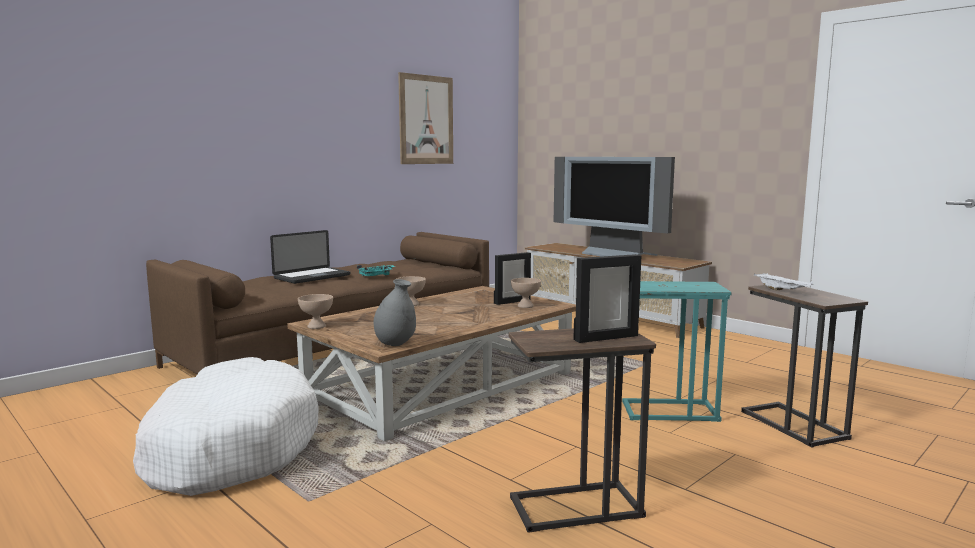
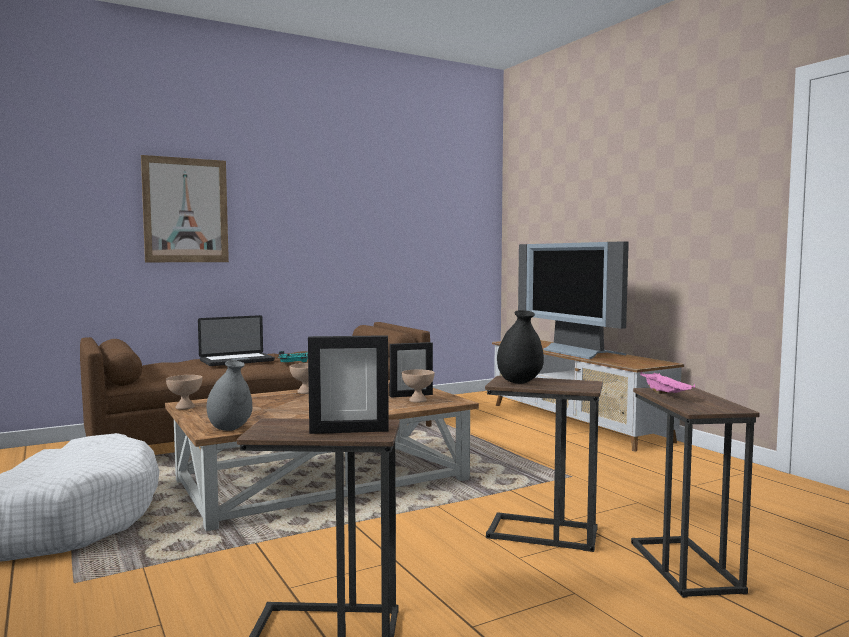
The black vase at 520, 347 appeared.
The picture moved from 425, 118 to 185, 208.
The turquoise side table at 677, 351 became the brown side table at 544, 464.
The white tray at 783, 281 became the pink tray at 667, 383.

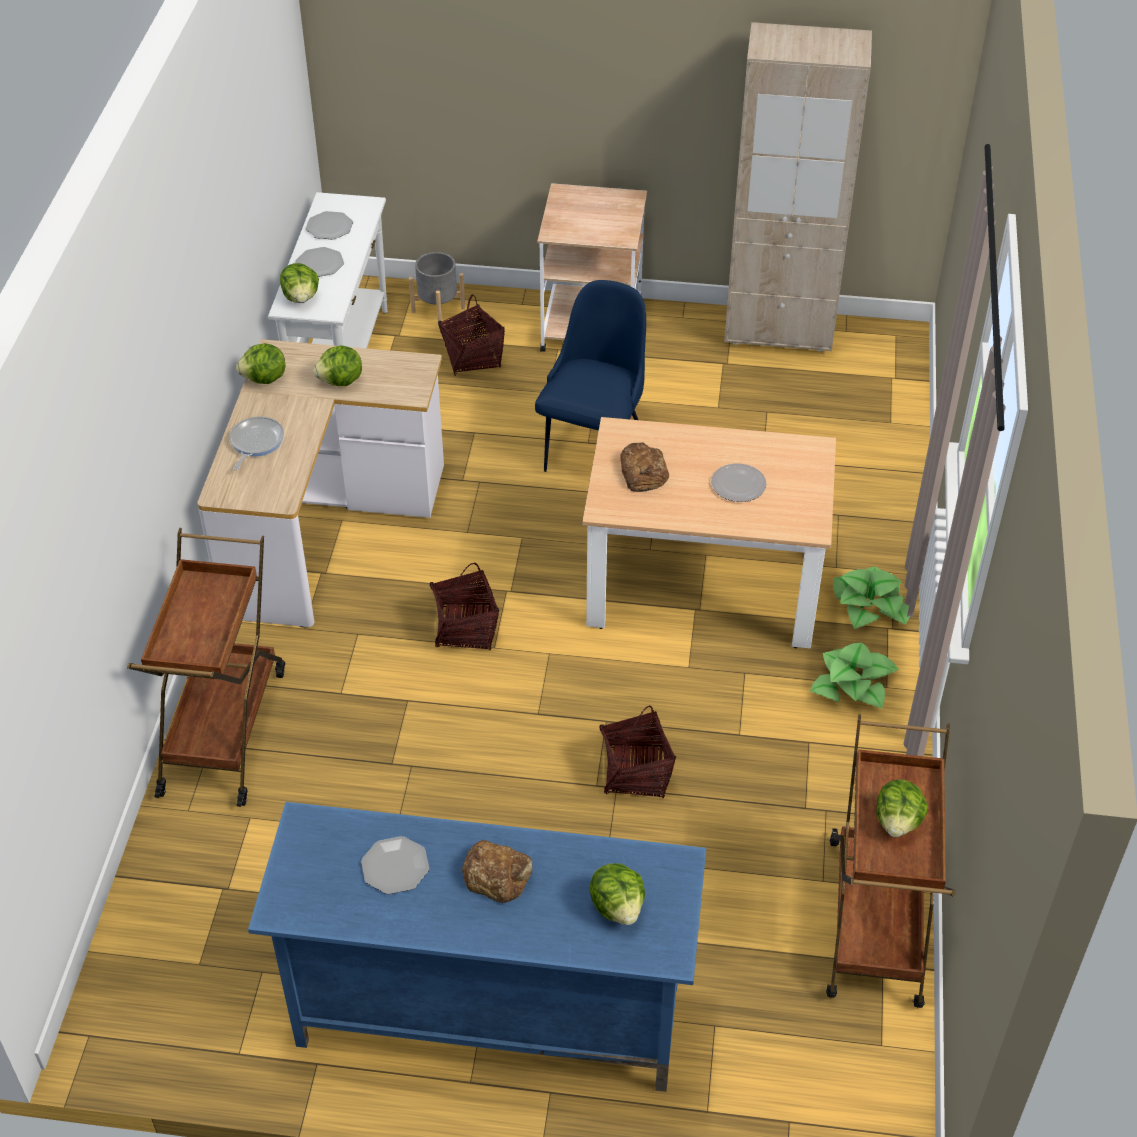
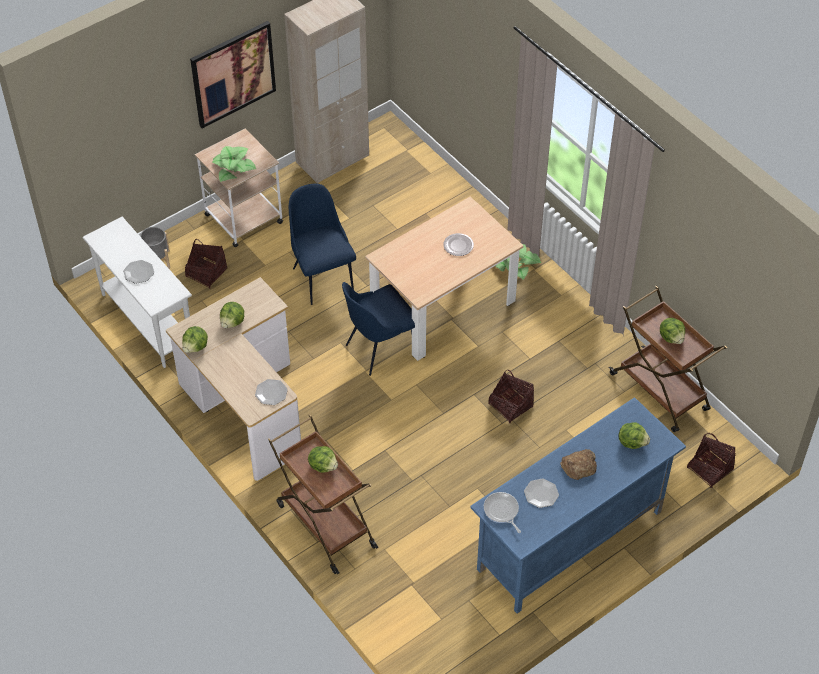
The bread at 644, 467 disappeared.
The picture at 233, 74 appeared.
The blue chair at 378, 329 appeared.
The frying pan moved from 256, 443 to 502, 512.
The lettuce moved from 299, 283 to 323, 459.
The plate moved from 329, 225 to 271, 392.
The basket moved from 464, 607 to 711, 460.
The potted plant moved from 854, 676 to 234, 164.

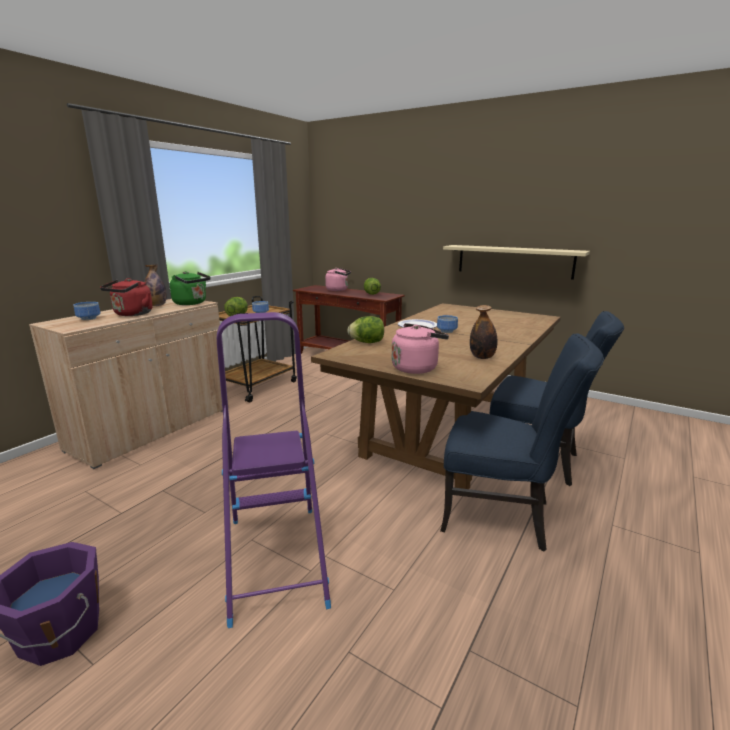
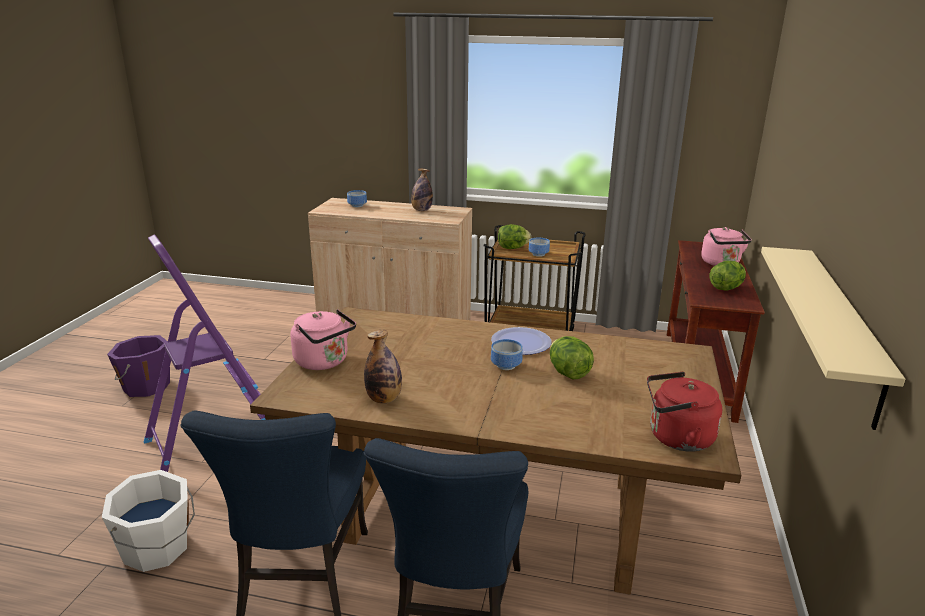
The green kettle at 190, 288 disappeared.
The white bucket at 148, 521 appeared.
The red kettle moved from 126, 297 to 684, 412.
The lettuce moved from 365, 329 to 572, 357.

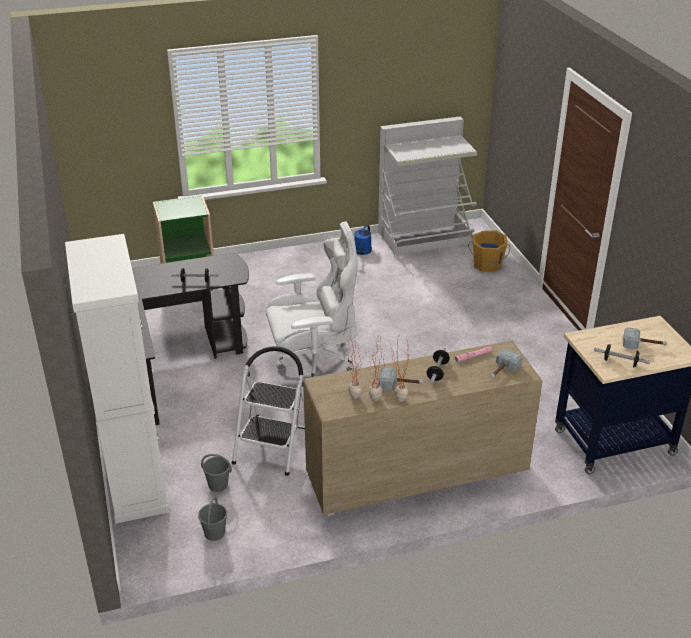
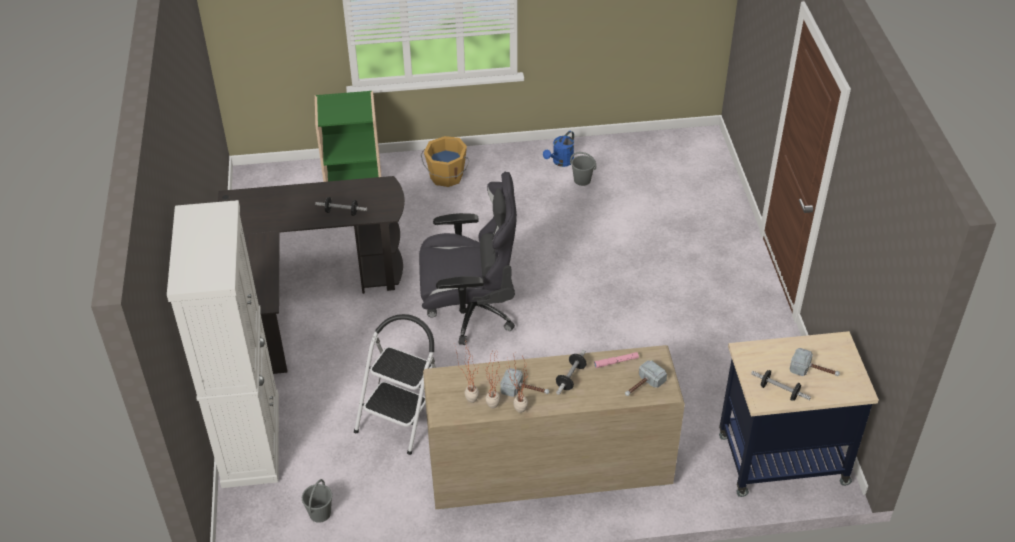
The white shoe rack at 427, 187 disappeared.
The grey bucket moved from 216, 473 to 583, 169.
The orange bucket moved from 489, 251 to 445, 161.
The white office chair at 311, 299 became the black office chair at 468, 258.

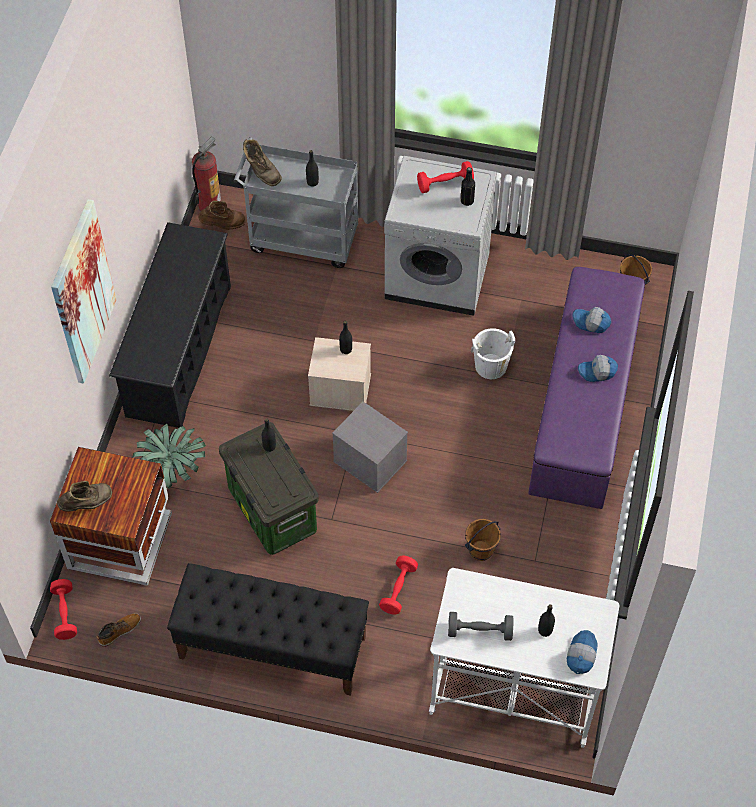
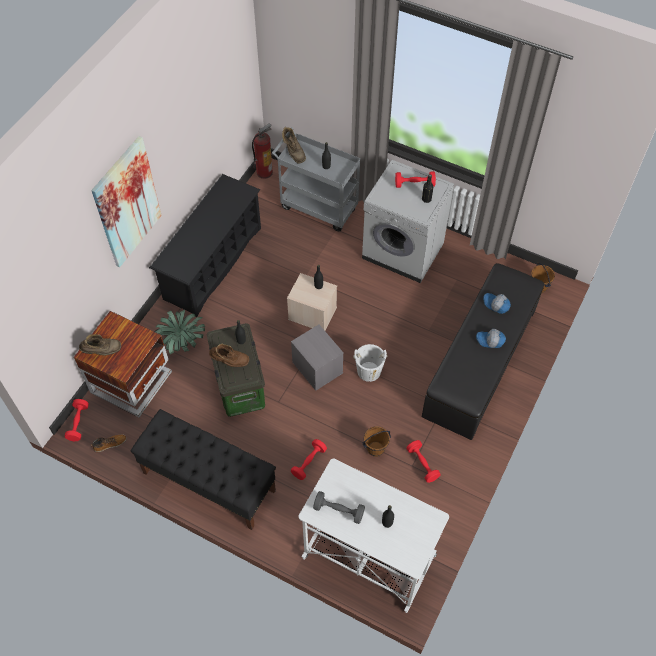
The cap at 582, 652 disappeared.
The red dumbbell at 423, 461 appeared.
The brown boot moved from 222, 215 to 229, 355.
The white bucket moved from 493, 353 to 370, 363.
The purple bench at 586, 388 became the black bench at 483, 351.

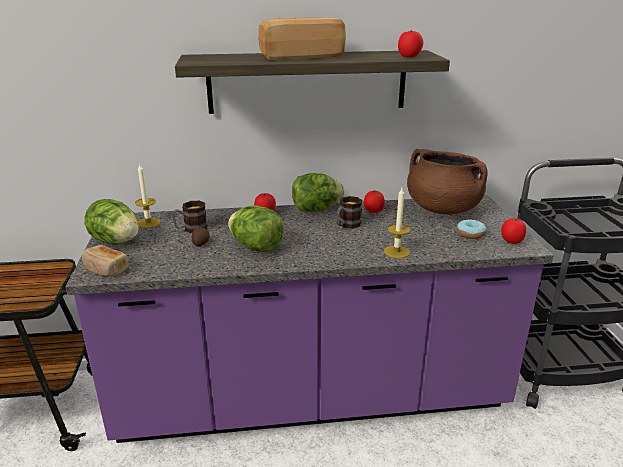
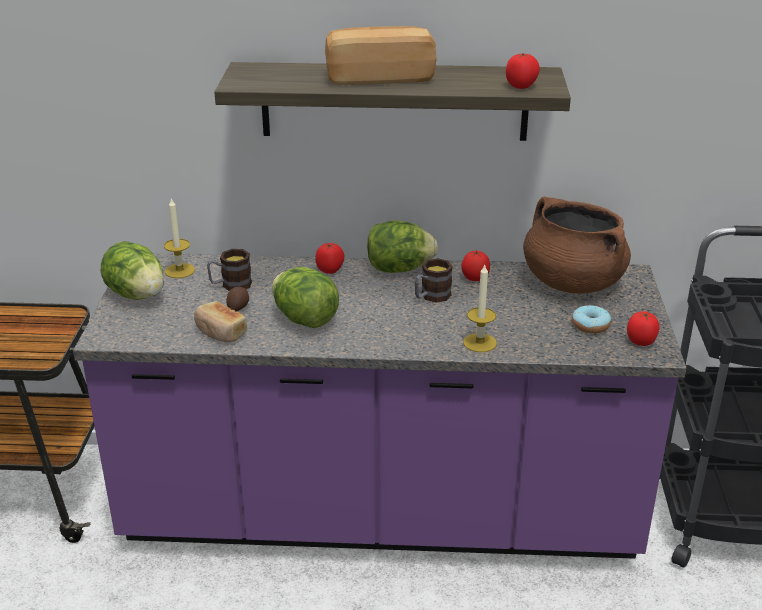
The bread moved from 105, 261 to 220, 321.

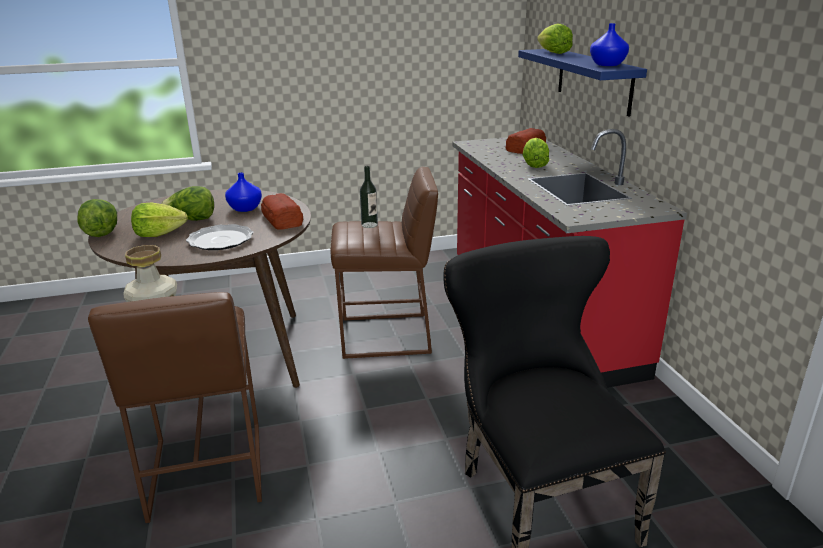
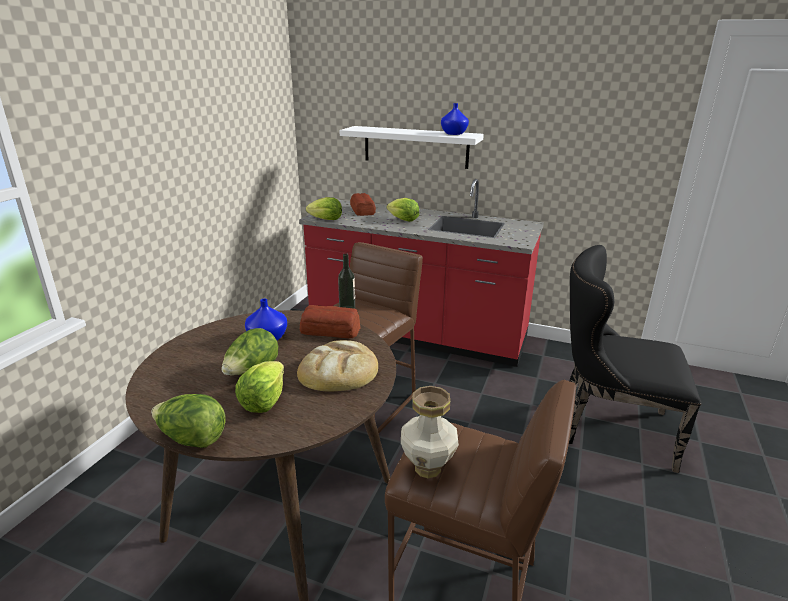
The lettuce moved from 555, 39 to 324, 208.
The plate at 220, 237 was replaced by the bread at 337, 366.
The blue shelf at 582, 82 became the white shelf at 411, 147.

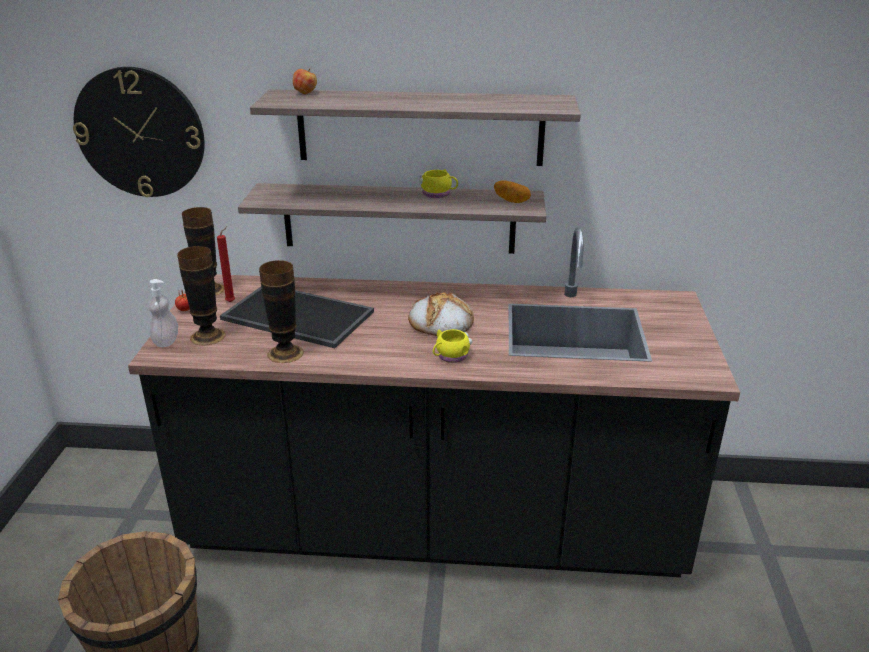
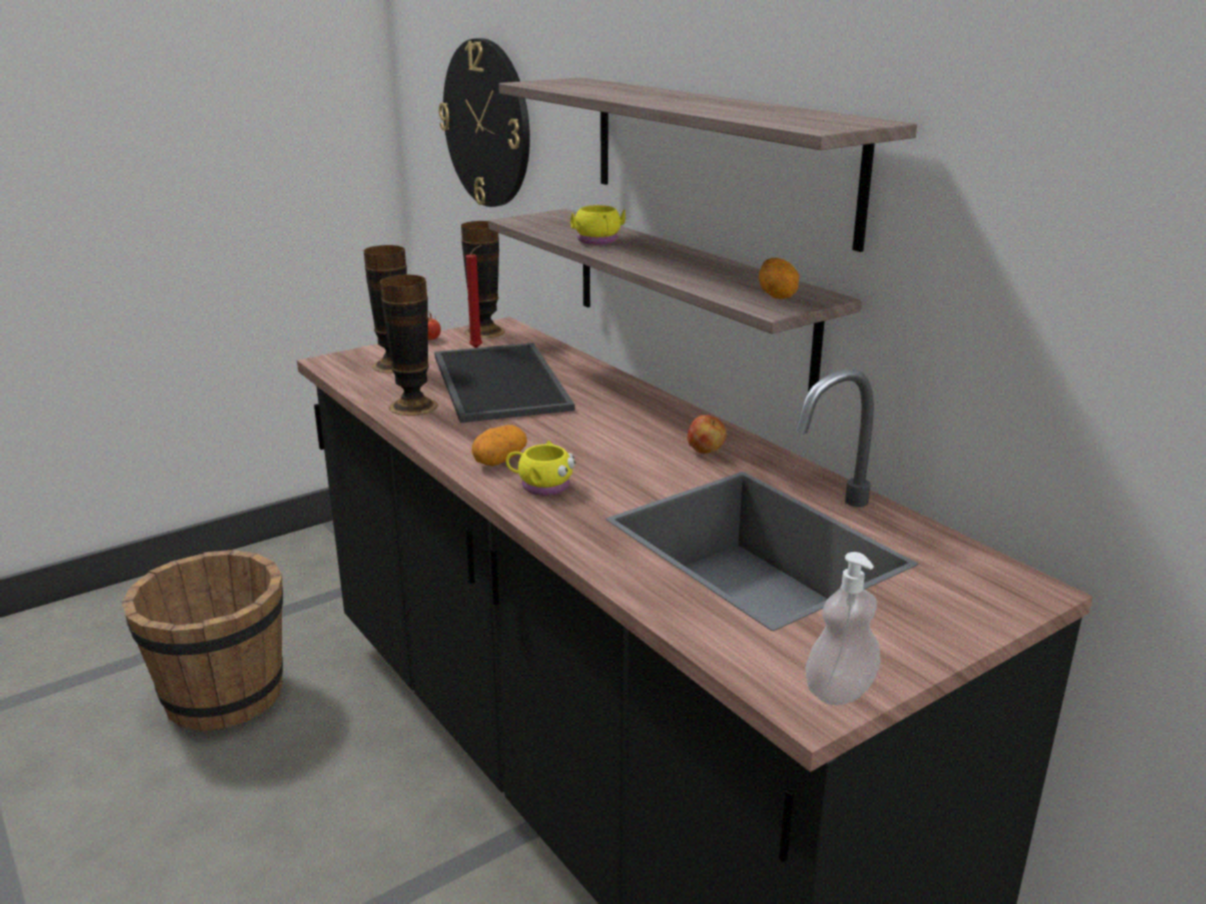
The bread at 441, 314 disappeared.
The potato at 499, 445 appeared.
The soap dispenser moved from 163, 313 to 843, 628.
The apple moved from 305, 81 to 707, 434.
The yellow mug moved from 438, 183 to 598, 225.

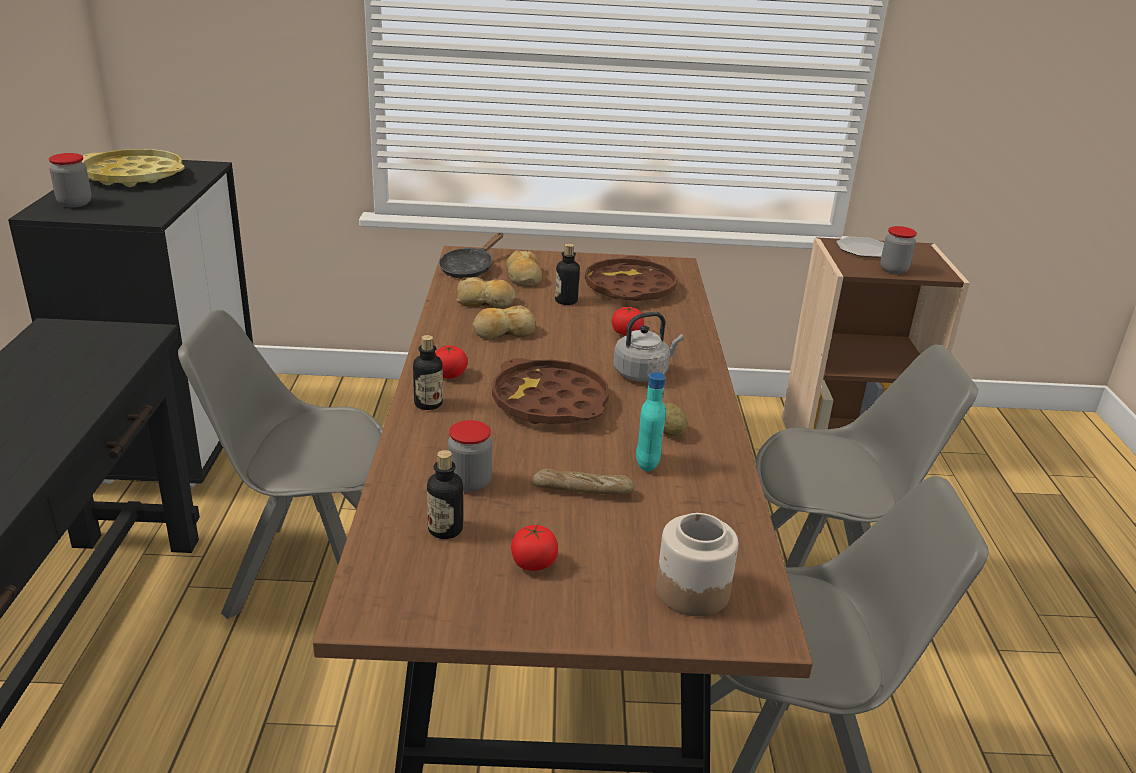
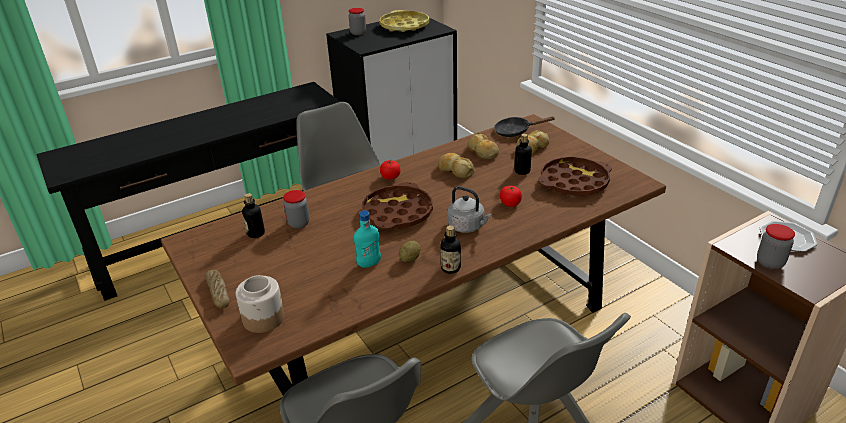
The tomato at 534, 547 disappeared.
The bottle moved from 428, 372 to 450, 249.
The bread moved from 583, 482 to 218, 289.

